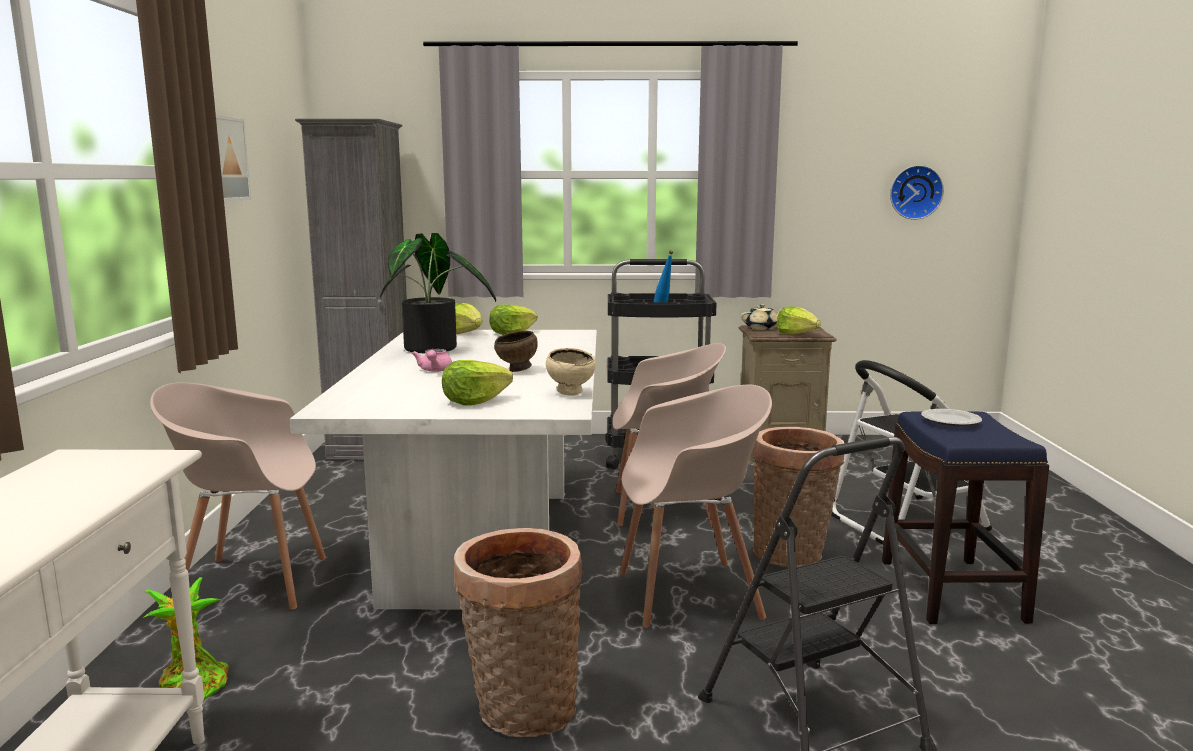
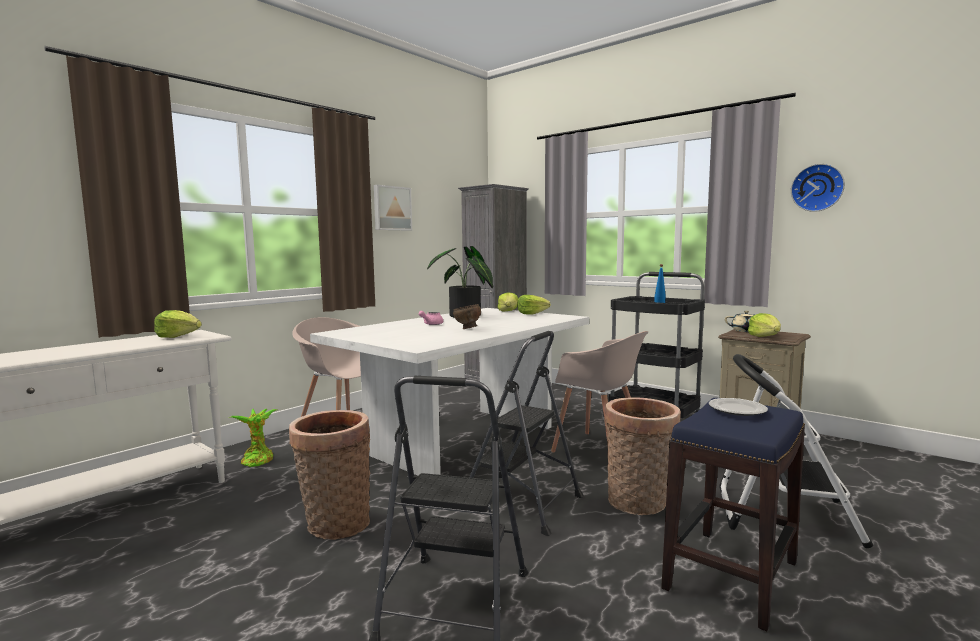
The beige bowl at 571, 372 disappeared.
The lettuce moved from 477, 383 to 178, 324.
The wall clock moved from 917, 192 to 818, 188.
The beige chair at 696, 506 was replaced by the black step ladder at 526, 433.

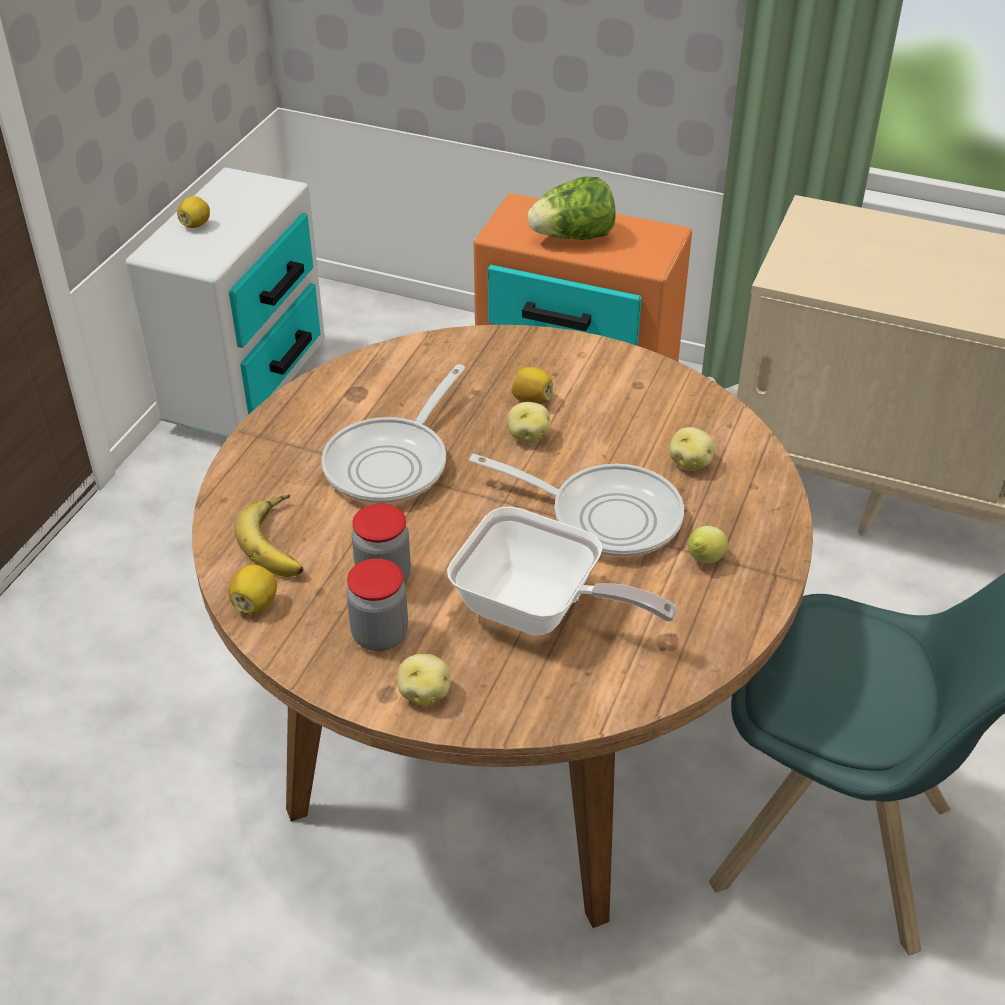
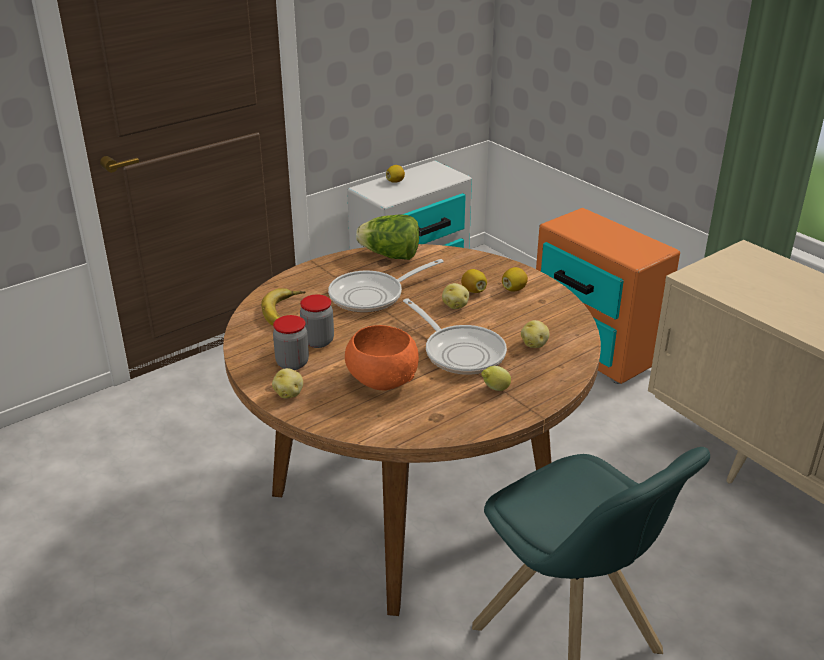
The lemon moved from 253, 589 to 515, 279.
The lettuce moved from 572, 208 to 387, 237.
The frying pan at 562, 571 was replaced by the orange bowl at 382, 358.

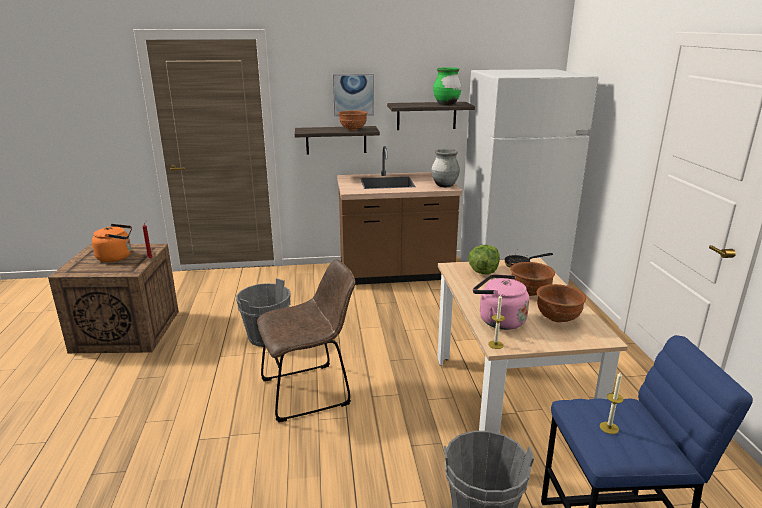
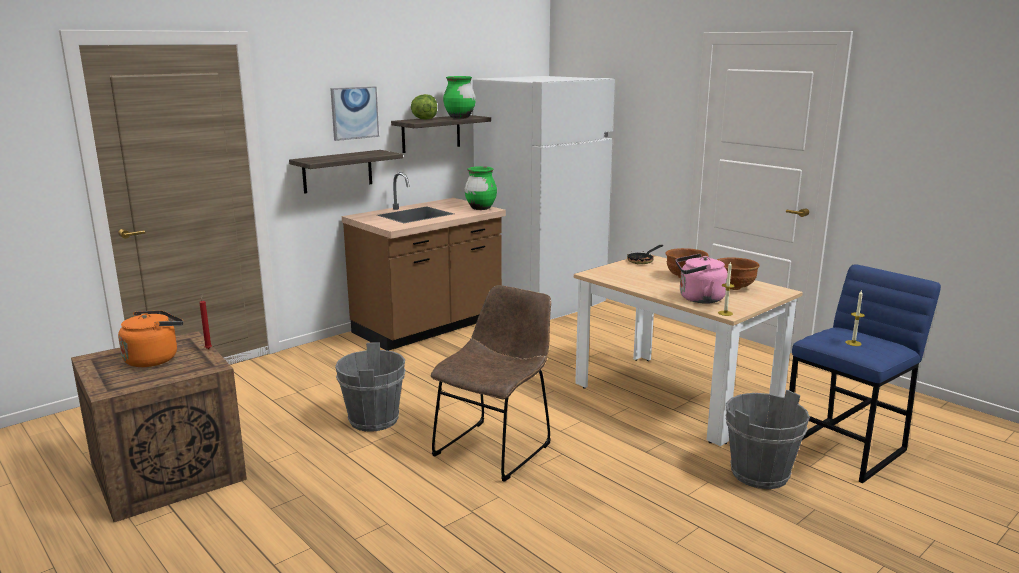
The brown bowl at 352, 121 disappeared.
The lettuce moved from 484, 259 to 424, 107.
The grey vase at 445, 168 became the green vase at 481, 188.

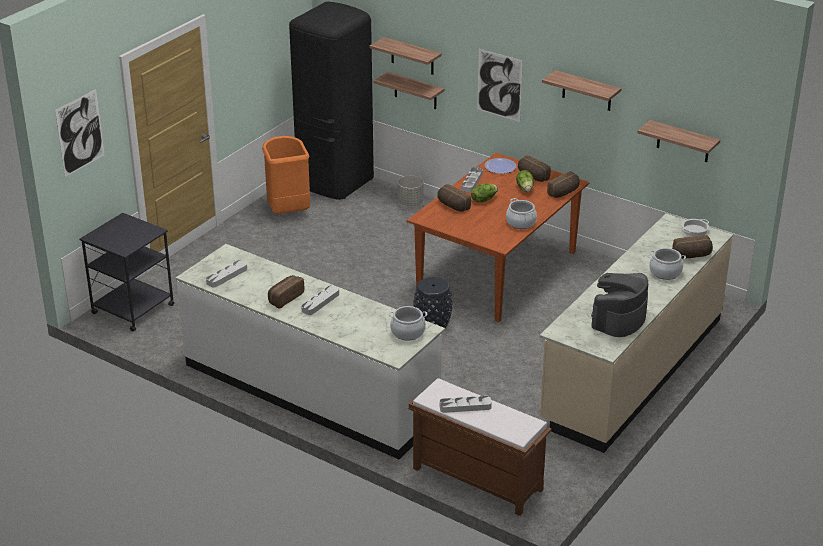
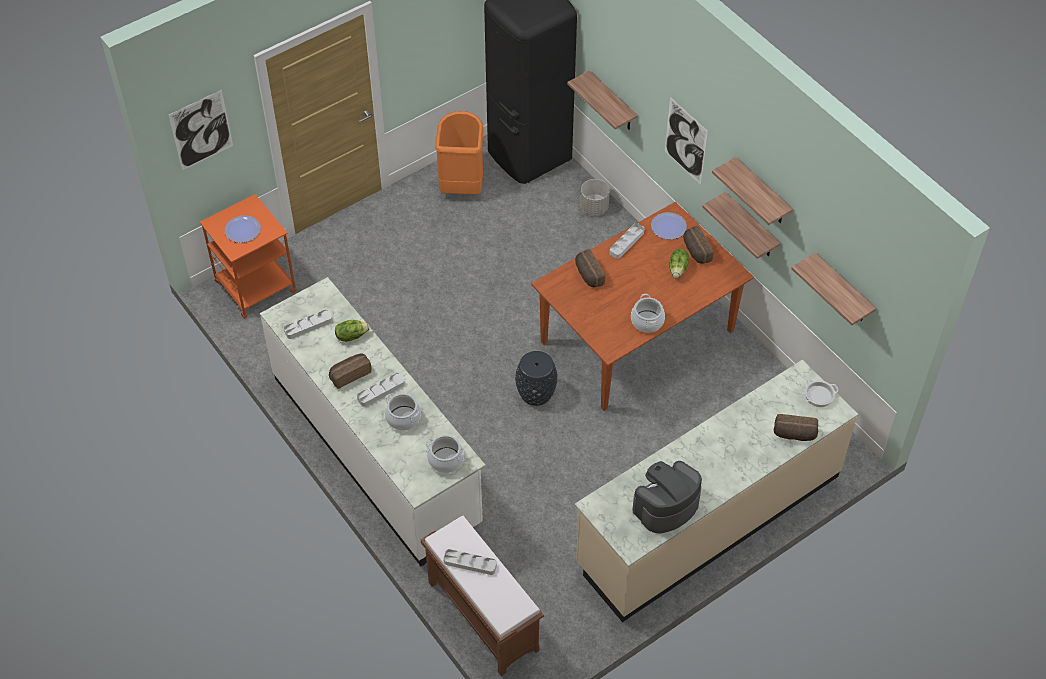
The bread at 563, 184 disappeared.
The plate at 243, 229 appeared.
The shelf moved from 406, 56 to 741, 225.
The lettuce moved from 484, 193 to 352, 331.
The cooking pot moved from 667, 264 to 403, 412.
The black cart at 127, 272 became the orange cart at 248, 256.

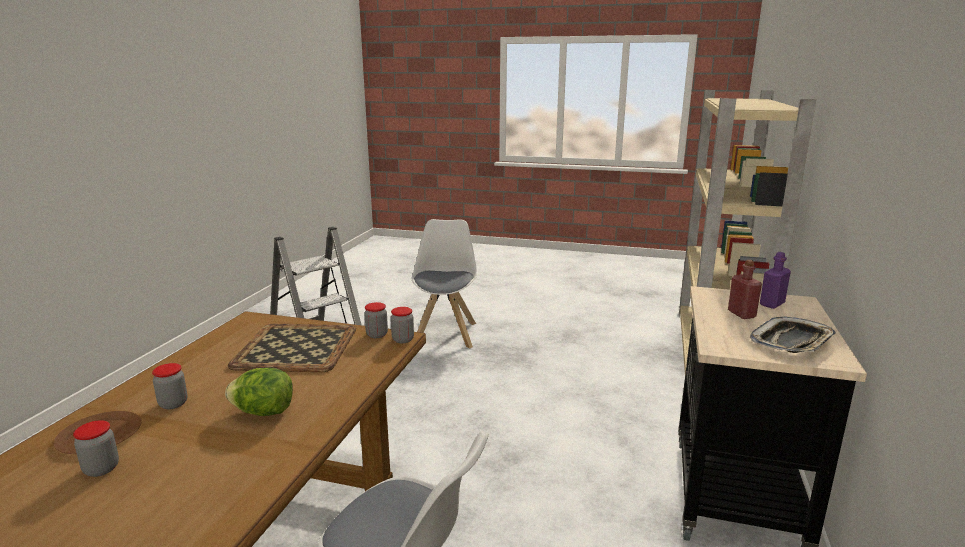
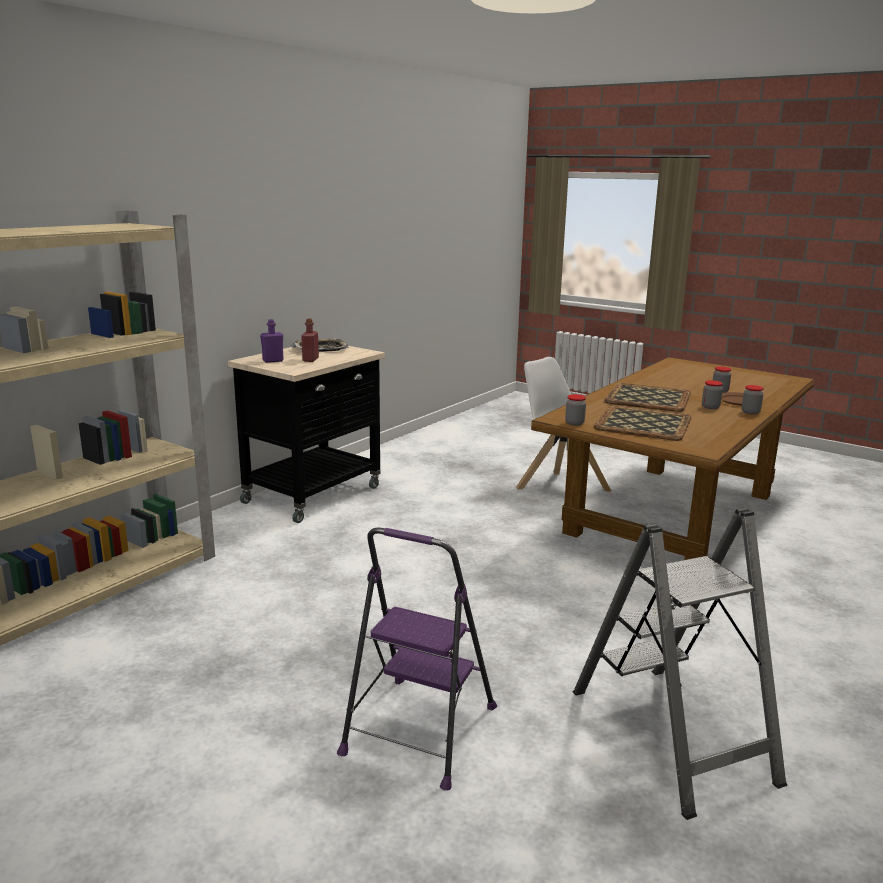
The jar moved from 402, 325 to 753, 400.
The lettuce at 259, 392 was replaced by the tray at 647, 397.
The chair at 444, 283 was replaced by the purple step ladder at 417, 659.

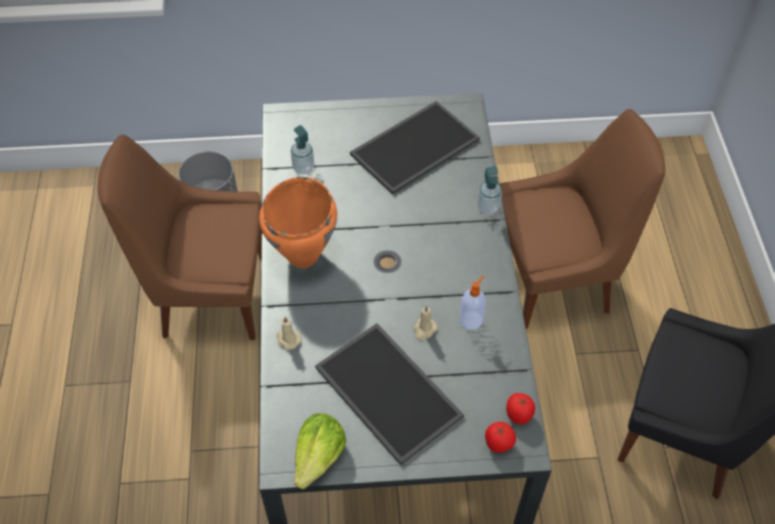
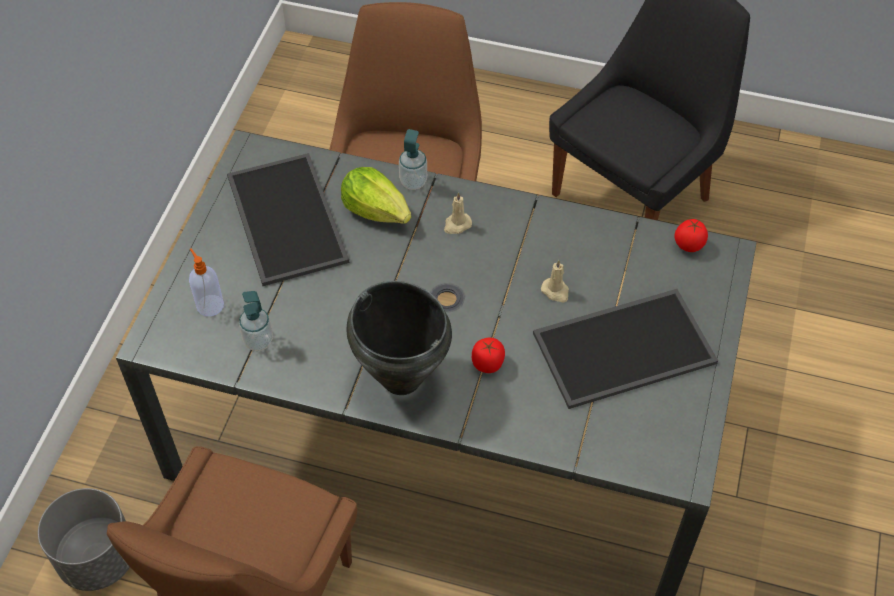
The beige candle moved from 288, 333 to 458, 213.
The lettuce moved from 320, 451 to 376, 195.
The soap dispenser moved from 473, 302 to 206, 282.
The tomato moved from 500, 437 to 488, 355.
The orange cooking pot at 298, 222 became the black cooking pot at 399, 338.

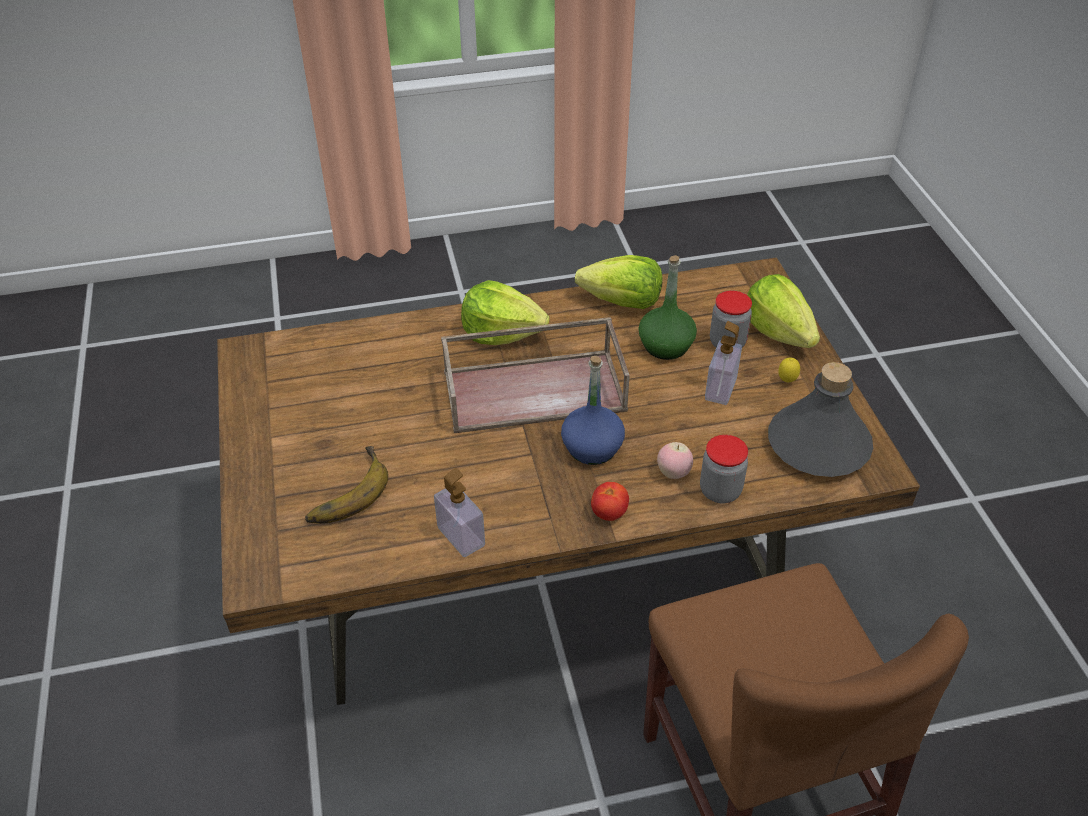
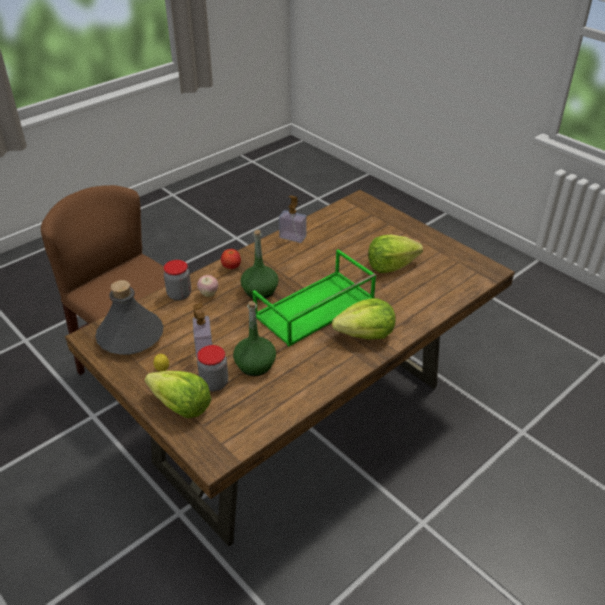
The banana at 346, 485 disappeared.
The lettuce moved from 619, 282 to 395, 254.
The brown tray at 535, 375 became the green tray at 314, 297.
The blue bottle at 593, 410 became the green bottle at 259, 265.

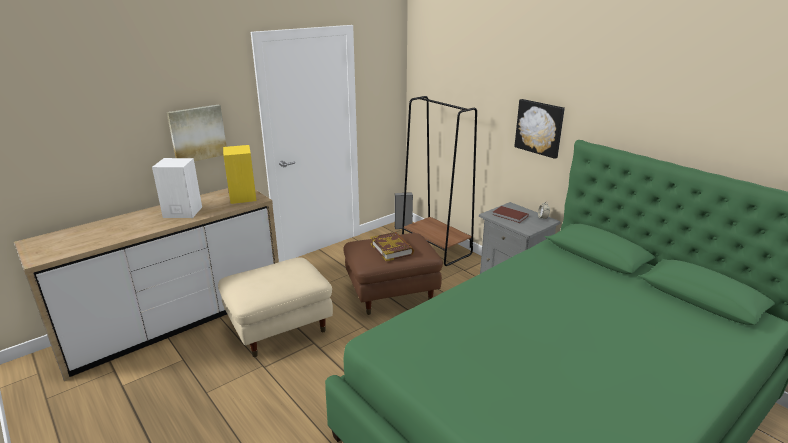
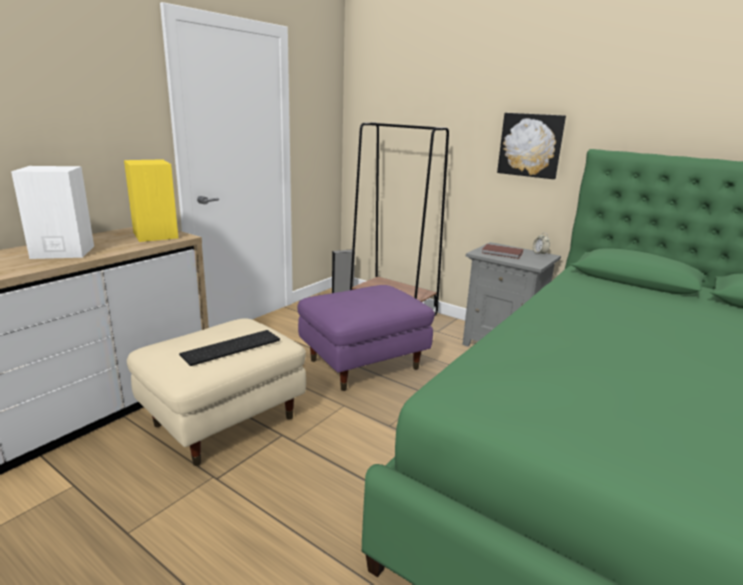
The picture at 197, 132 disappeared.
The book at 392, 246 disappeared.
The keyboard at 229, 348 appeared.
The brown ottoman at 393, 274 became the purple ottoman at 366, 338.

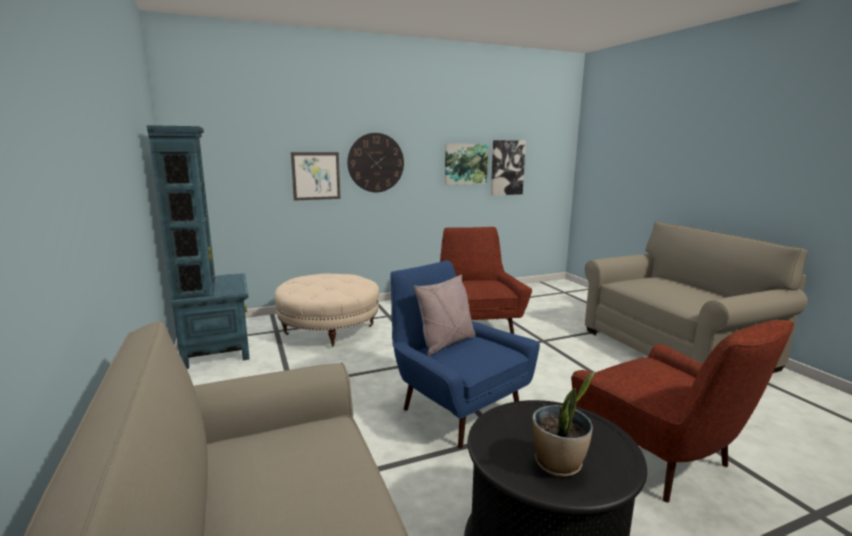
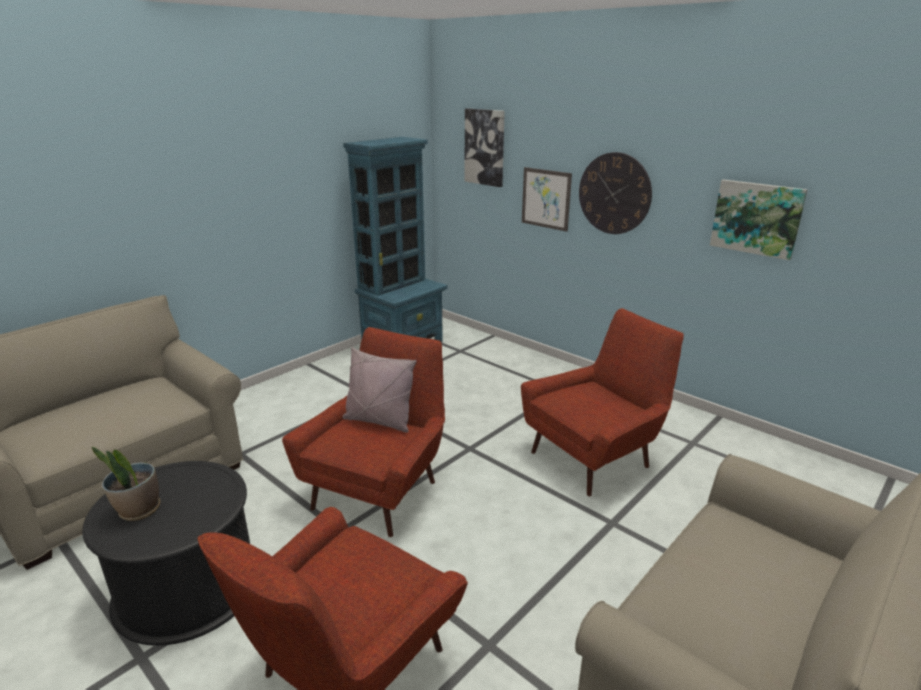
The beige ottoman at 326, 310 disappeared.
The picture moved from 508, 167 to 485, 147.
The blue armchair at 465, 354 became the red armchair at 363, 432.

